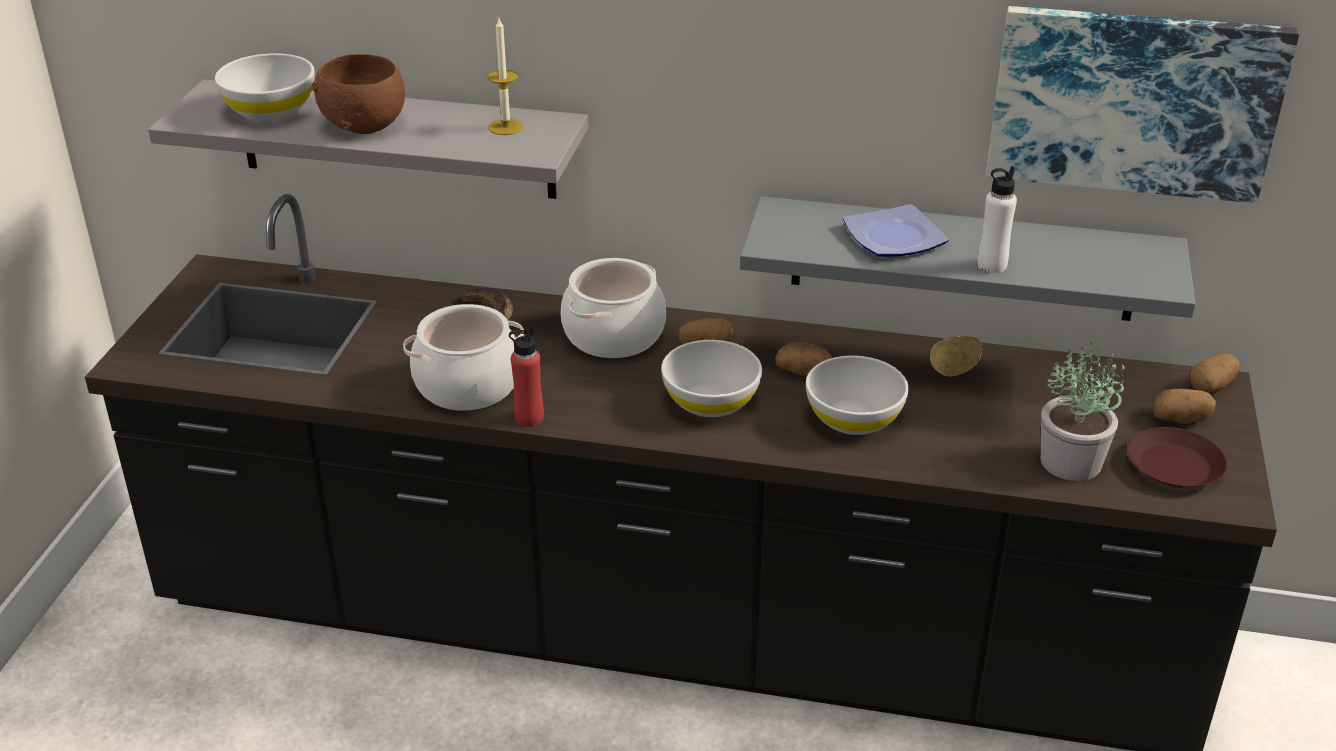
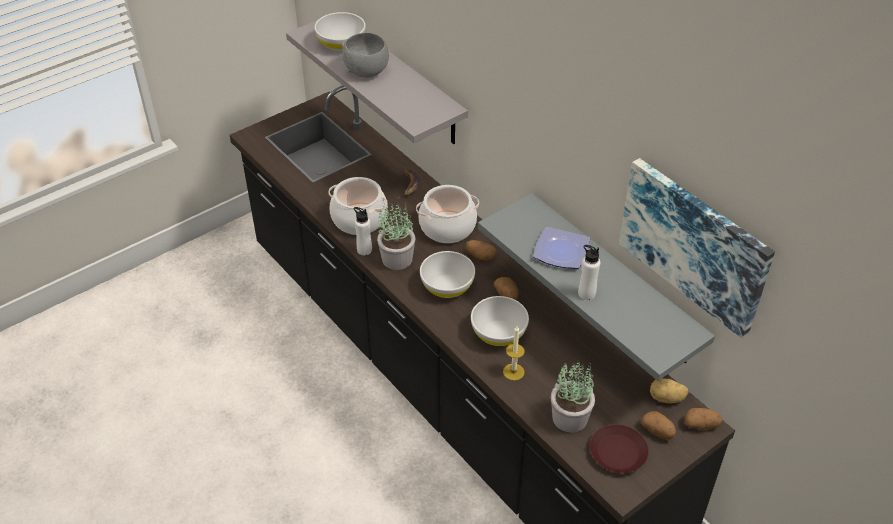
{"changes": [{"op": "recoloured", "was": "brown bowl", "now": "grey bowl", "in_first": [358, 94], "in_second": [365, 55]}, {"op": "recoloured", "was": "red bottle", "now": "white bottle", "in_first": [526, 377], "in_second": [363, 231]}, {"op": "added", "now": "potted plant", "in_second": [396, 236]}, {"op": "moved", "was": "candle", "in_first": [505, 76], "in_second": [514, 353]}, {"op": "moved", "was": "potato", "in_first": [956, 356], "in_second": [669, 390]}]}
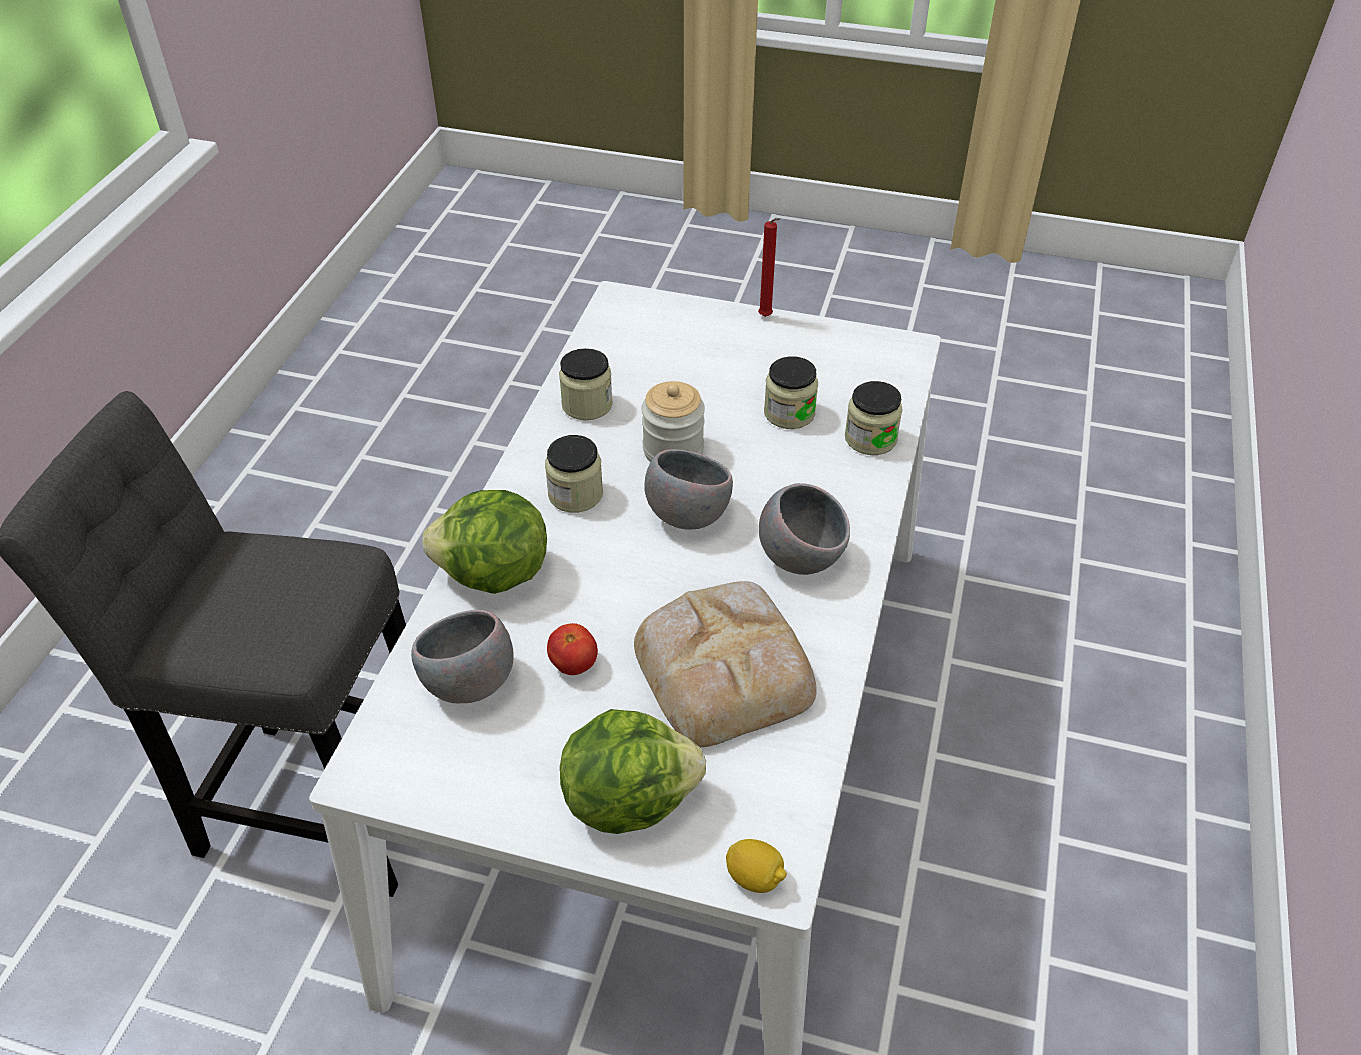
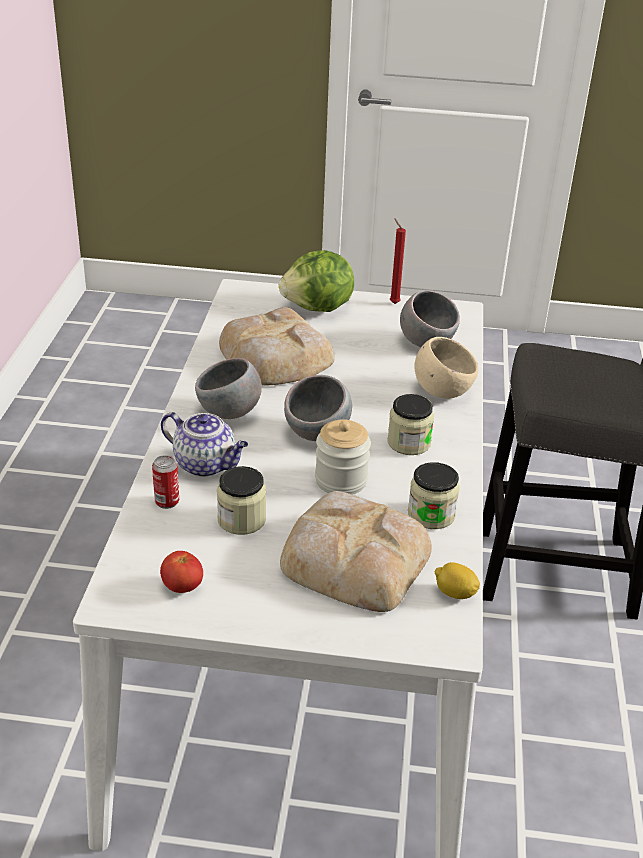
{"changes": [{"op": "replaced", "was": "jar", "now": "can", "in_first": [874, 418], "in_second": [165, 482]}, {"op": "moved", "was": "tomato", "in_first": [572, 649], "in_second": [181, 572]}, {"op": "added", "now": "teapot", "in_second": [204, 444]}, {"op": "added", "now": "bread", "in_second": [356, 551]}, {"op": "moved", "was": "red candle", "in_first": [769, 267], "in_second": [398, 261]}, {"op": "replaced", "was": "lettuce", "now": "beige bowl", "in_first": [484, 542], "in_second": [446, 368]}, {"op": "moved", "was": "lemon", "in_first": [756, 866], "in_second": [457, 580]}]}
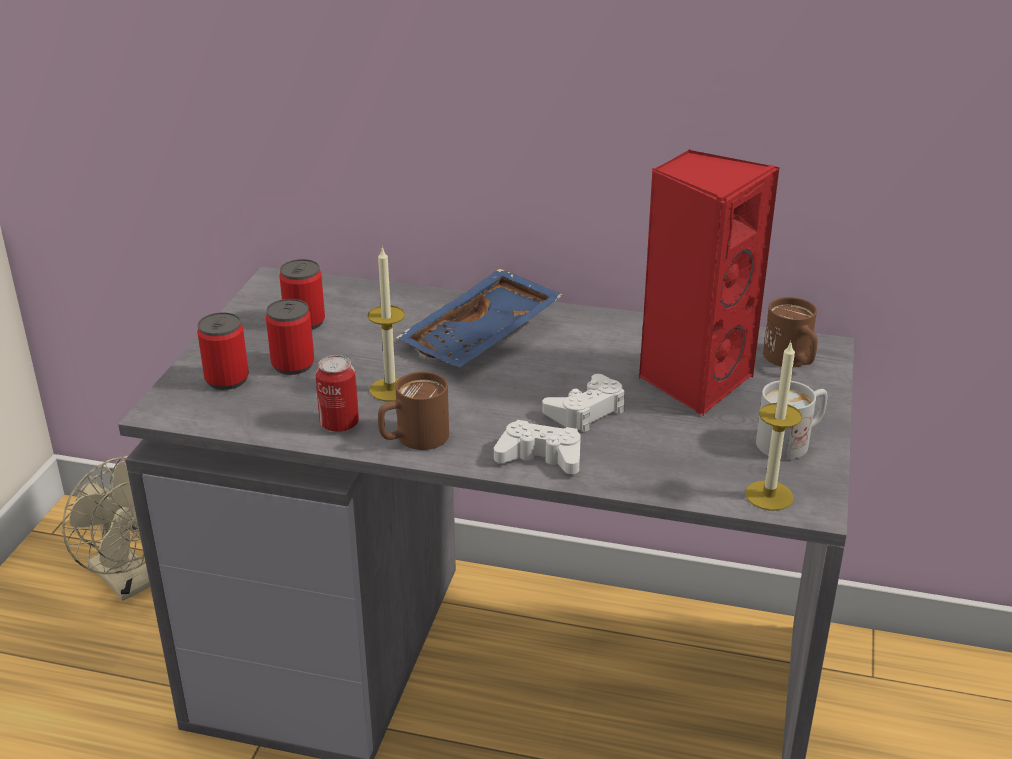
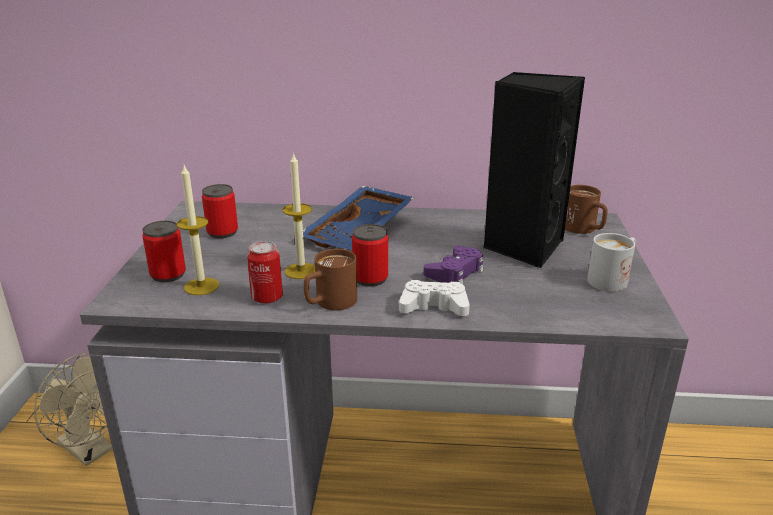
{"changes": [{"op": "moved", "was": "candle", "in_first": [773, 426], "in_second": [198, 230]}, {"op": "moved", "was": "can", "in_first": [290, 337], "in_second": [370, 255]}, {"op": "recoloured", "was": "white game controller", "now": "purple game controller", "in_first": [583, 403], "in_second": [453, 265]}, {"op": "recoloured", "was": "red speaker", "now": "black speaker", "in_first": [708, 282], "in_second": [534, 170]}]}
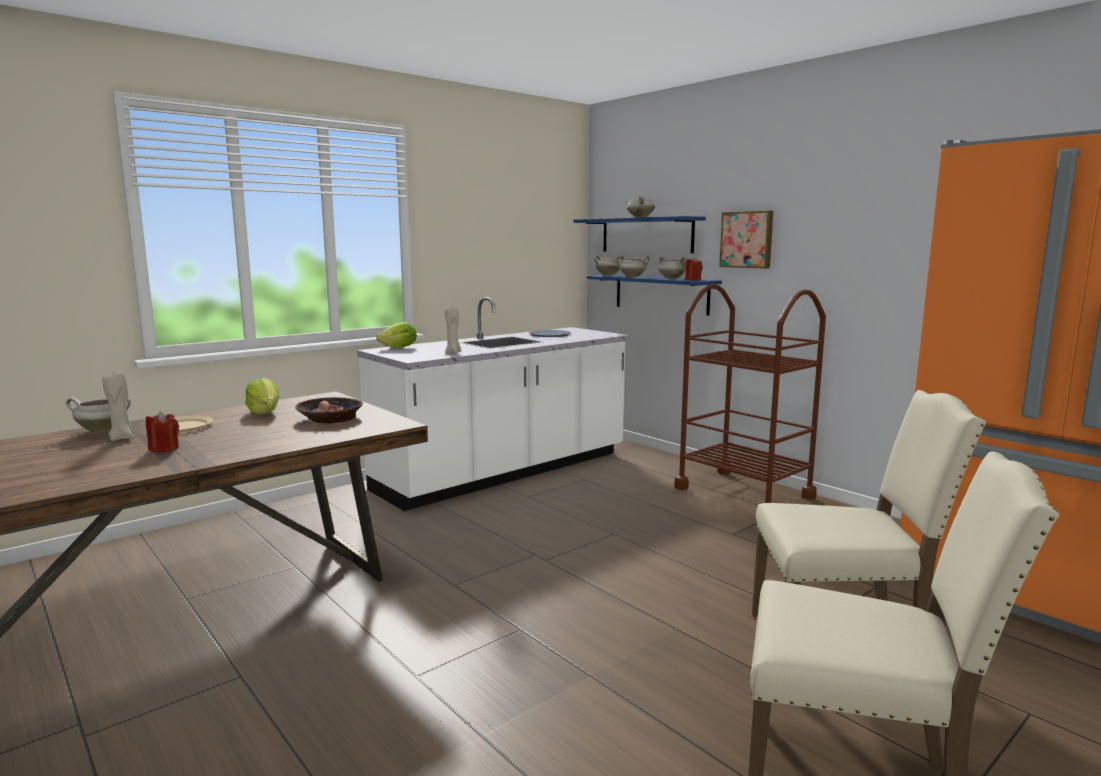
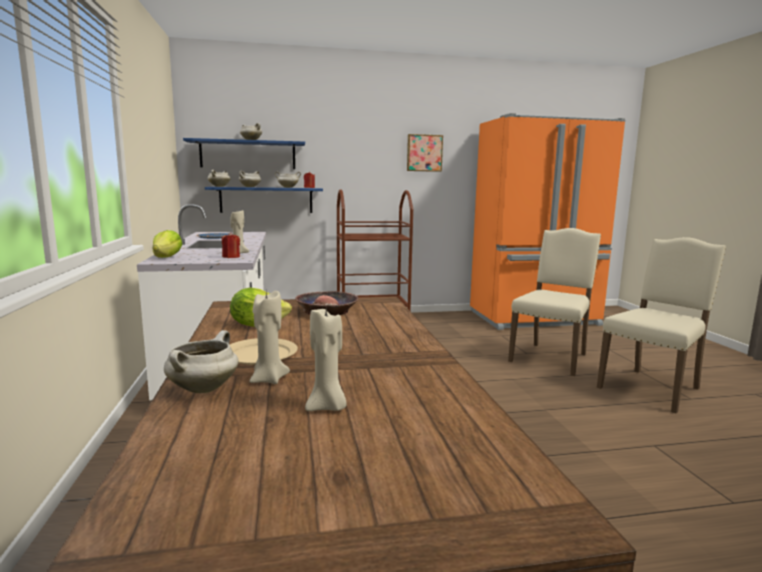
{"changes": [{"op": "moved", "was": "red candle", "in_first": [162, 432], "in_second": [231, 245]}, {"op": "added", "now": "beige candle", "in_second": [326, 359]}, {"op": "moved", "was": "picture", "in_first": [746, 240], "in_second": [425, 153]}]}
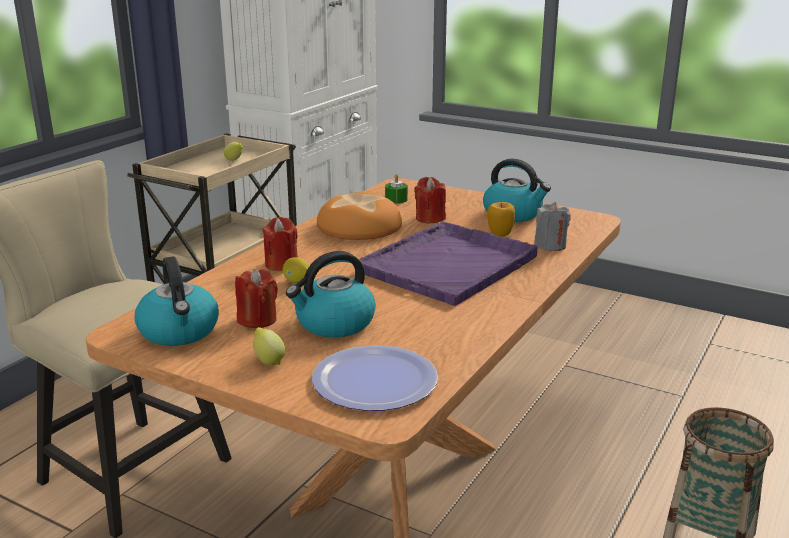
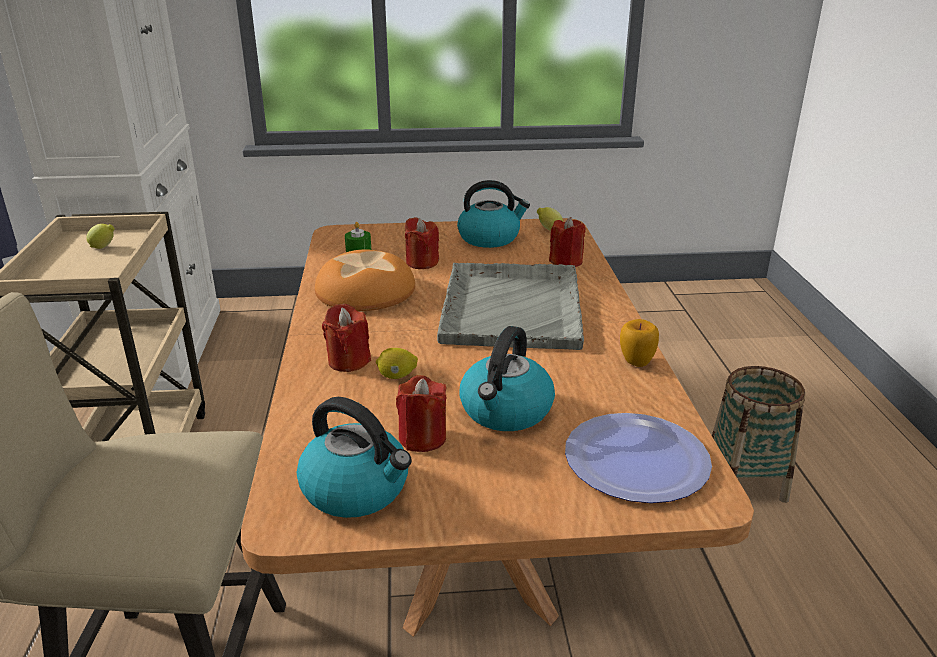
{"changes": [{"op": "recoloured", "was": "purple tray", "now": "grey tray", "in_first": [448, 263], "in_second": [510, 306]}, {"op": "moved", "was": "lemon", "in_first": [269, 346], "in_second": [550, 219]}, {"op": "recoloured", "was": "grey candle", "now": "red candle", "in_first": [552, 226], "in_second": [567, 242]}, {"op": "moved", "was": "apple", "in_first": [501, 219], "in_second": [639, 343]}]}
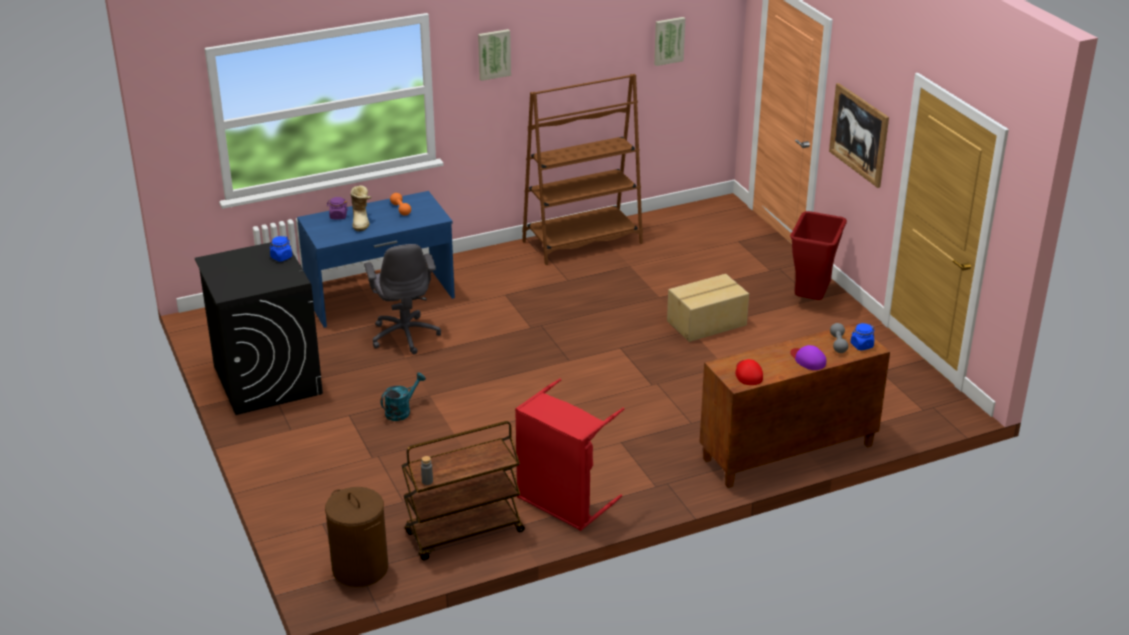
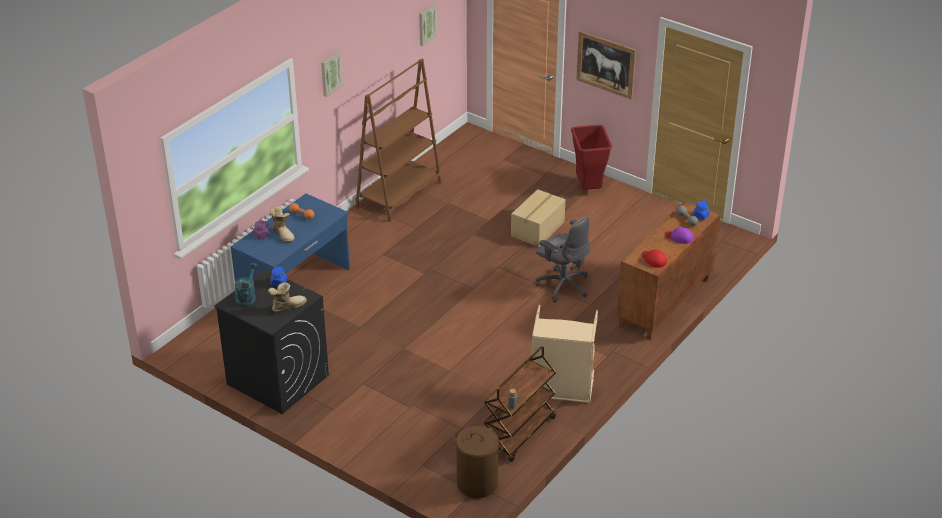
{"changes": [{"op": "moved", "was": "turquoise watering can", "in_first": [403, 396], "in_second": [246, 285]}, {"op": "added", "now": "boot", "in_second": [287, 297]}, {"op": "recoloured", "was": "red laundry basket", "now": "beige laundry basket", "in_first": [569, 454], "in_second": [564, 354]}, {"op": "moved", "was": "grey office chair", "in_first": [402, 299], "in_second": [562, 259]}]}
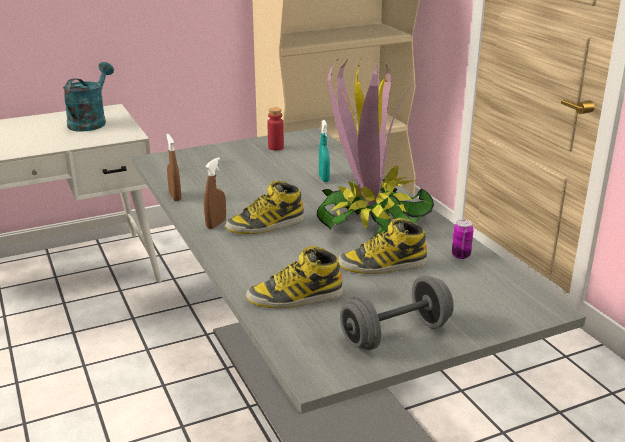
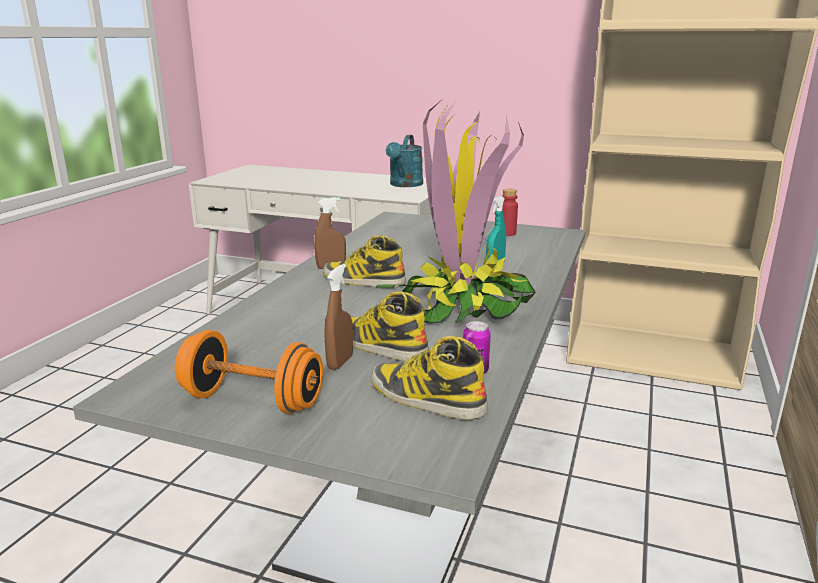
{"changes": [{"op": "recoloured", "was": "grey dumbbell", "now": "orange dumbbell", "in_first": [397, 312], "in_second": [249, 372]}, {"op": "moved", "was": "brown spray bottle", "in_first": [173, 167], "in_second": [338, 317]}, {"op": "moved", "was": "boot", "in_first": [294, 277], "in_second": [429, 378]}, {"op": "turned", "was": "turquoise watering can", "in_first": [88, 97], "in_second": [404, 161], "clockwise": 135}]}
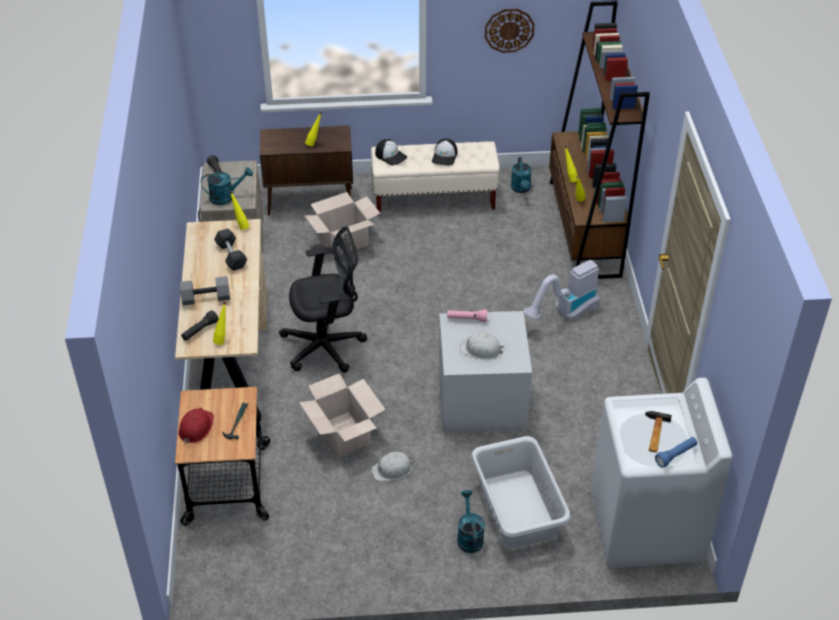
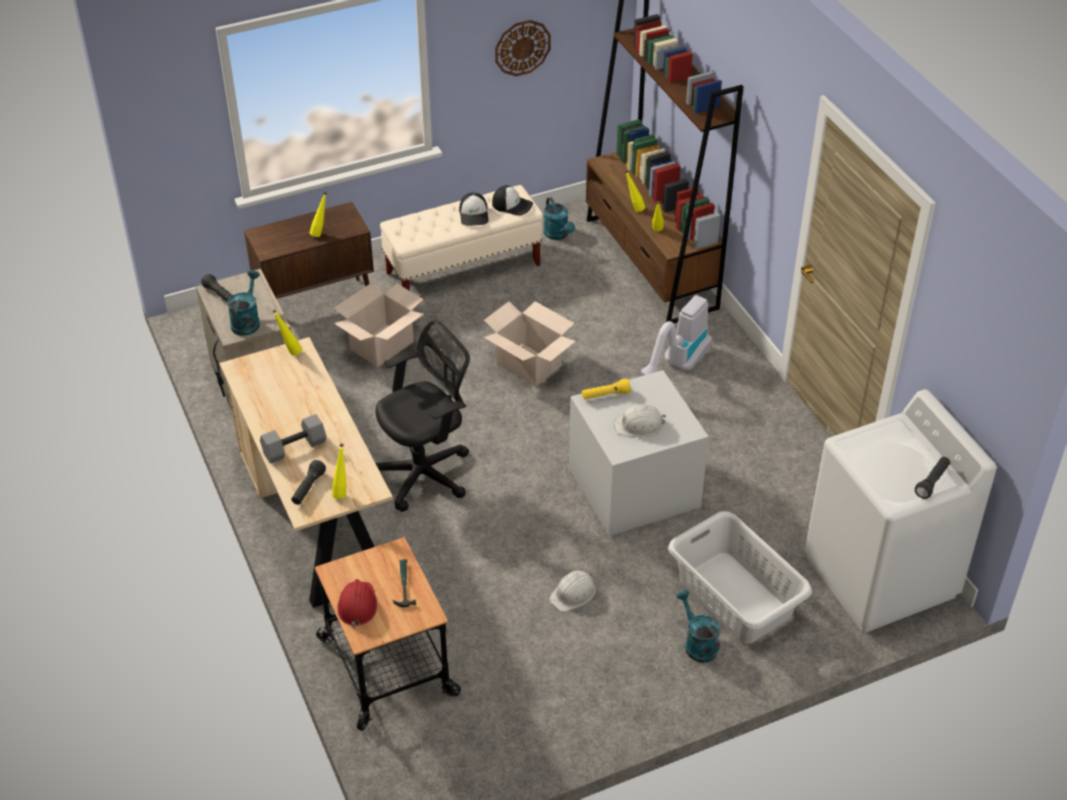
{"changes": [{"op": "turned", "was": "turquoise watering can", "in_first": [227, 186], "in_second": [243, 303], "clockwise": -45}, {"op": "moved", "was": "cardboard box", "in_first": [342, 415], "in_second": [530, 344]}, {"op": "moved", "was": "cap", "in_first": [391, 152], "in_second": [512, 200]}, {"op": "recoloured", "was": "pink flashlight", "now": "yellow flashlight", "in_first": [467, 316], "in_second": [606, 388]}, {"op": "recoloured", "was": "blue flashlight", "now": "black flashlight", "in_first": [676, 452], "in_second": [932, 478]}, {"op": "removed", "was": "grey dumbbell", "in_first": [230, 249]}, {"op": "removed", "was": "hammer", "in_first": [658, 431]}]}
